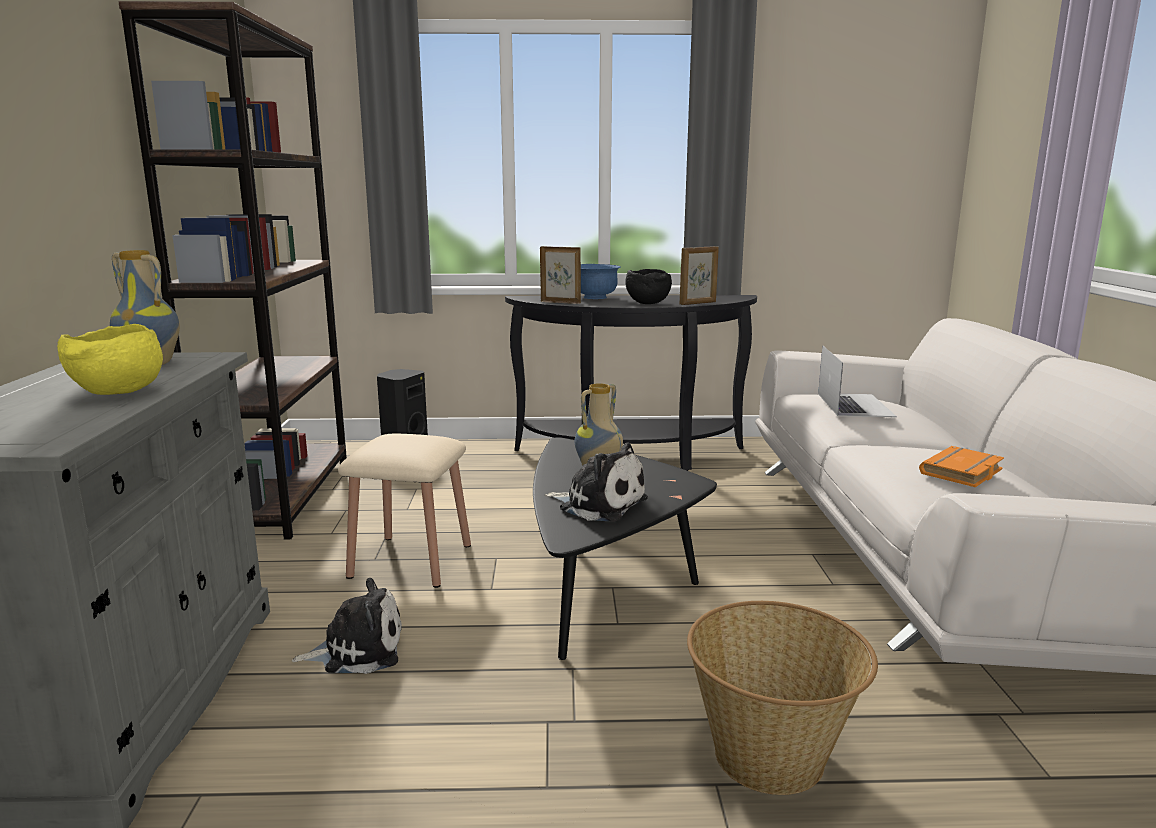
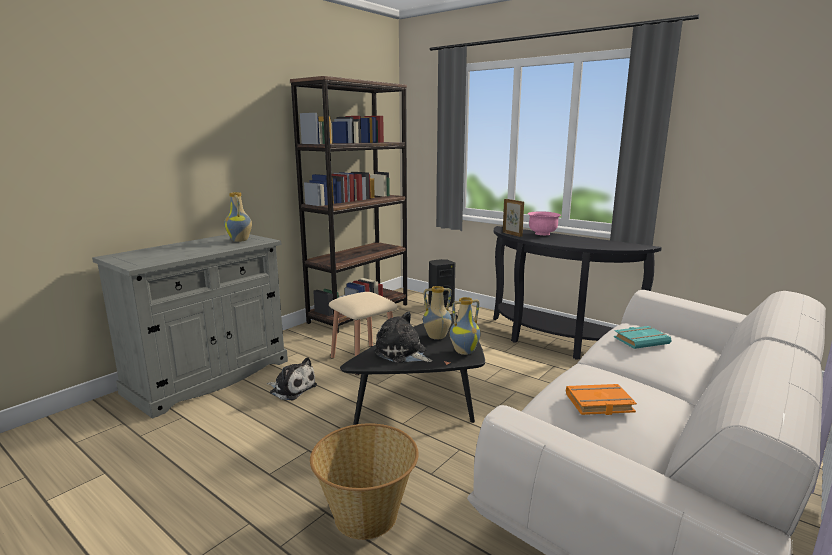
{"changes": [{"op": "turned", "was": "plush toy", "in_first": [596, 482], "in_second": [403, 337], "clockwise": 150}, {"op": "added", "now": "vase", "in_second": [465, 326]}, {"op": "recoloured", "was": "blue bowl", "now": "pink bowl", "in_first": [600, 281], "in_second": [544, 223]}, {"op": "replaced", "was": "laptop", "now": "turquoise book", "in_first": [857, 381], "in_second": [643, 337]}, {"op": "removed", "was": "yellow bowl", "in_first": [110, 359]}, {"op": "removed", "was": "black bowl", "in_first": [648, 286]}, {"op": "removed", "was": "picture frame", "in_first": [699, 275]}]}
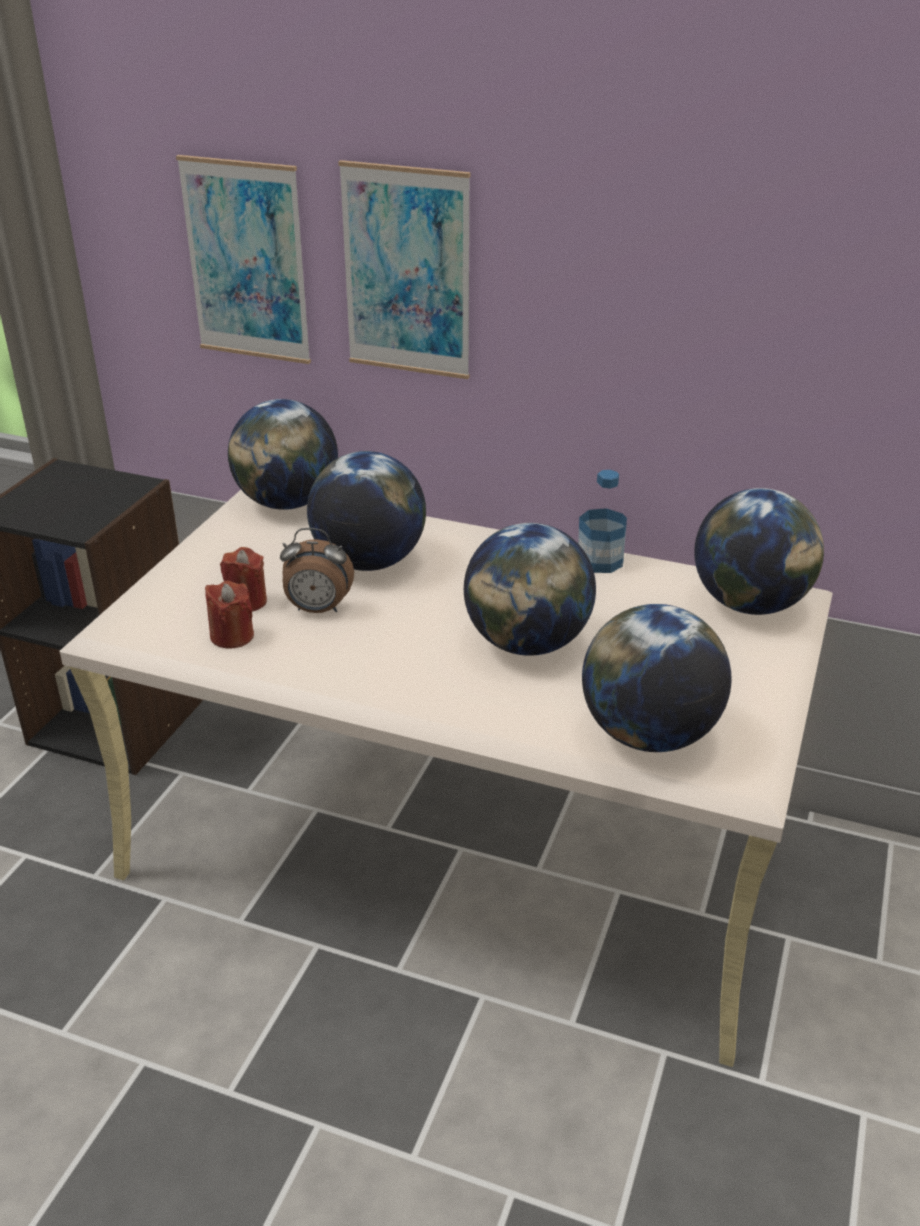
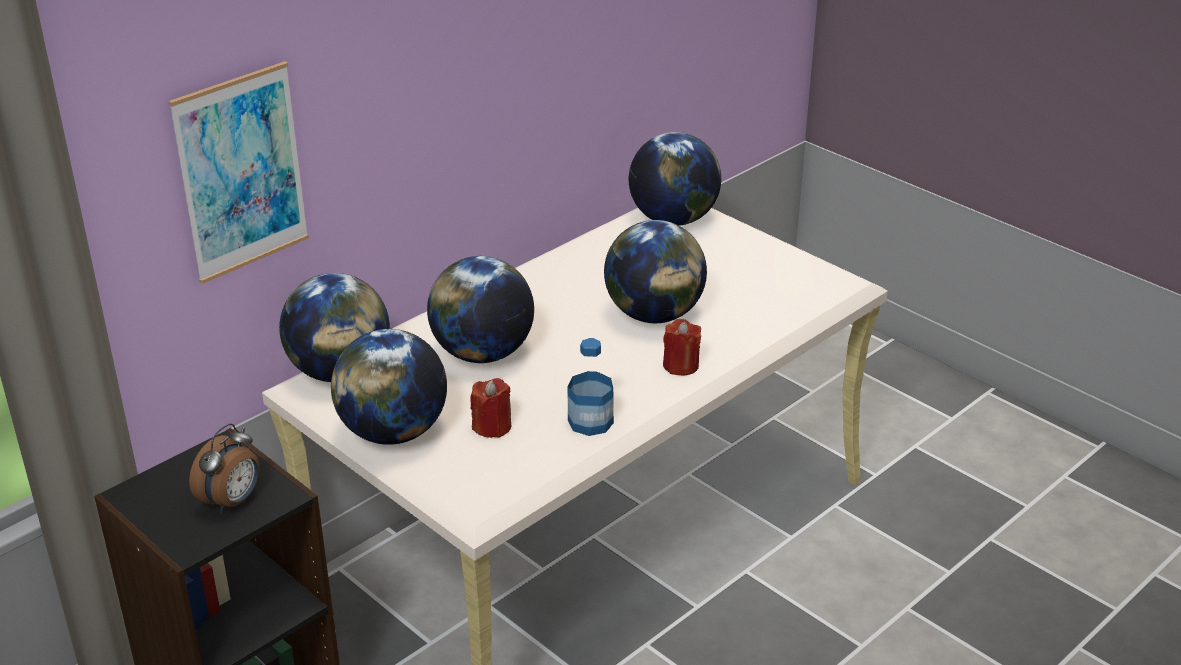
{"changes": [{"op": "moved", "was": "alarm clock", "in_first": [317, 570], "in_second": [224, 468]}, {"op": "moved", "was": "globe", "in_first": [656, 678], "in_second": [389, 387]}, {"op": "moved", "was": "bottle", "in_first": [602, 521], "in_second": [590, 387]}, {"op": "moved", "was": "red candle", "in_first": [229, 614], "in_second": [682, 347]}, {"op": "removed", "was": "picture", "in_first": [404, 269]}]}
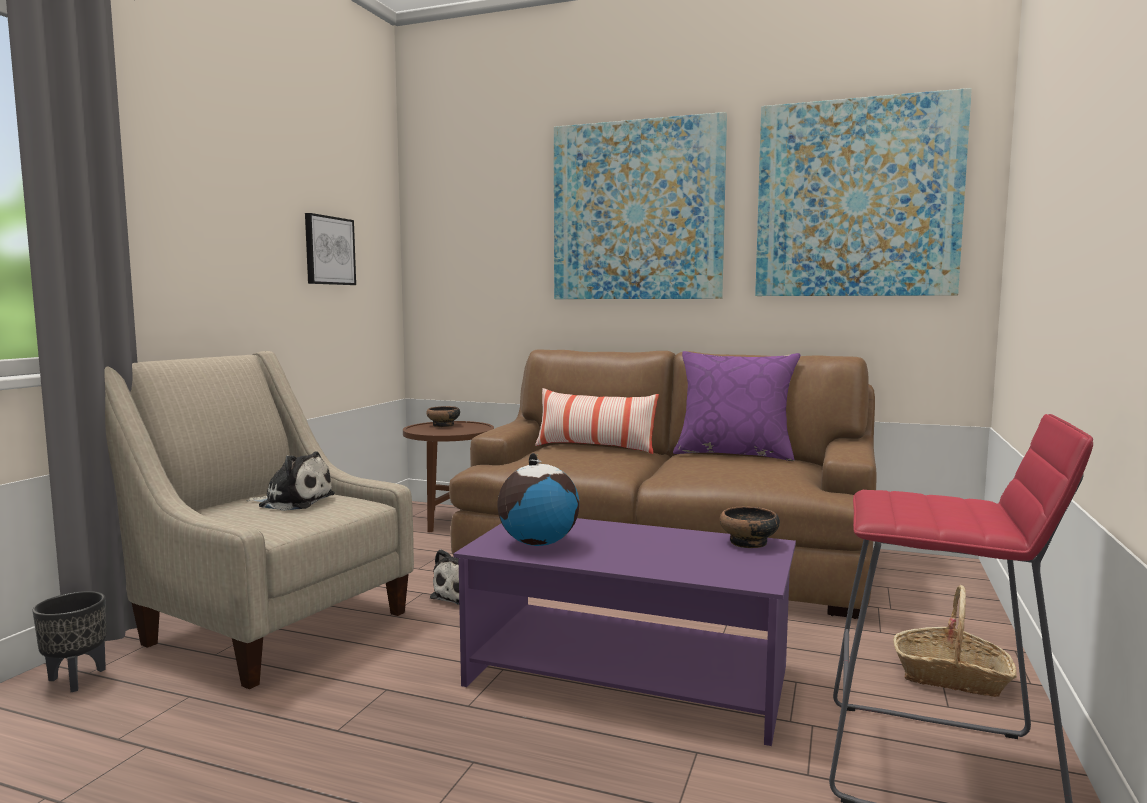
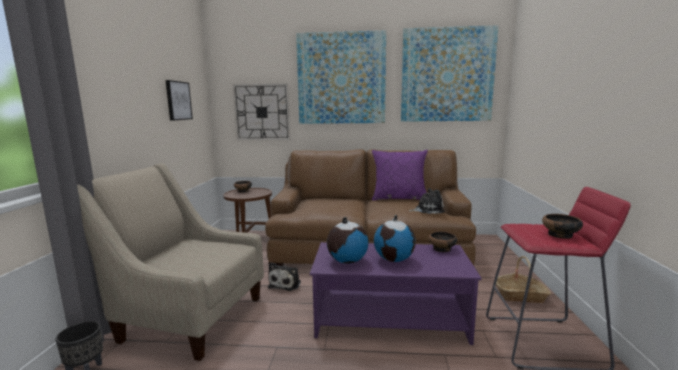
{"changes": [{"op": "added", "now": "wall clock", "in_second": [261, 111]}, {"op": "added", "now": "globe", "in_second": [395, 238]}, {"op": "moved", "was": "plush toy", "in_first": [290, 481], "in_second": [427, 201]}, {"op": "added", "now": "bowl", "in_second": [562, 226]}, {"op": "removed", "was": "pillow", "in_first": [597, 421]}]}
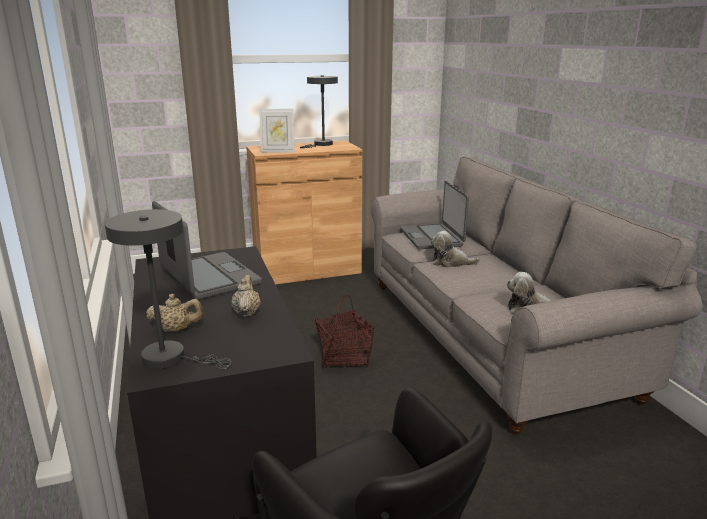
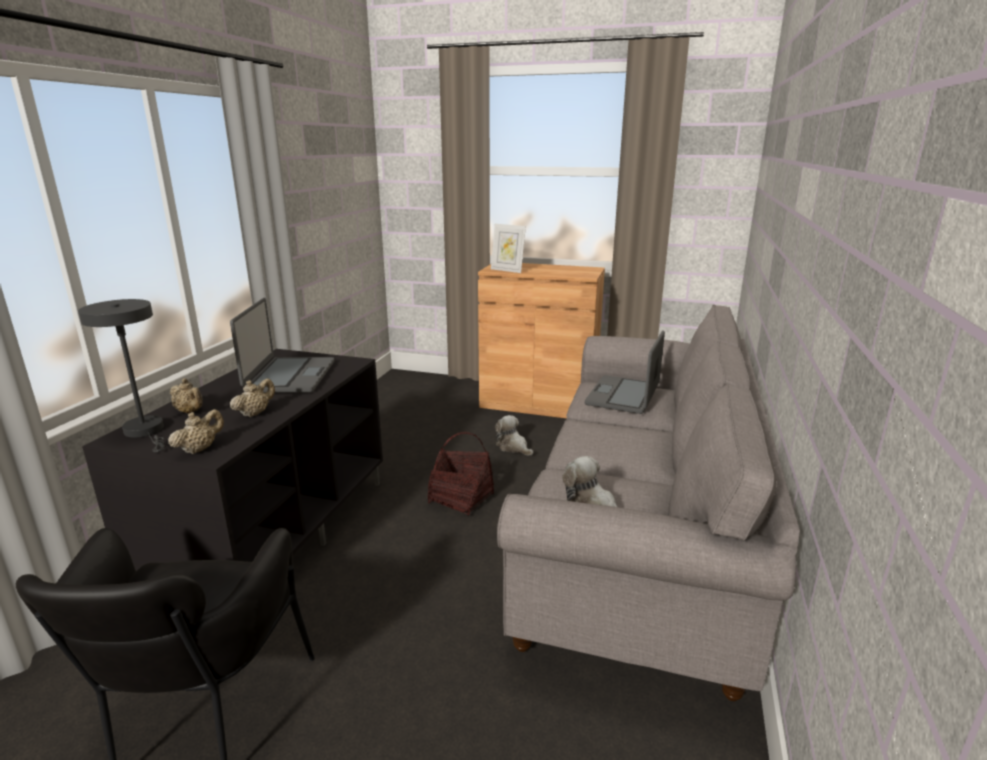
{"changes": [{"op": "added", "now": "beige teapot", "in_second": [196, 431]}, {"op": "moved", "was": "plush toy", "in_first": [455, 249], "in_second": [514, 435]}, {"op": "removed", "was": "grey table lamp", "in_first": [319, 111]}]}
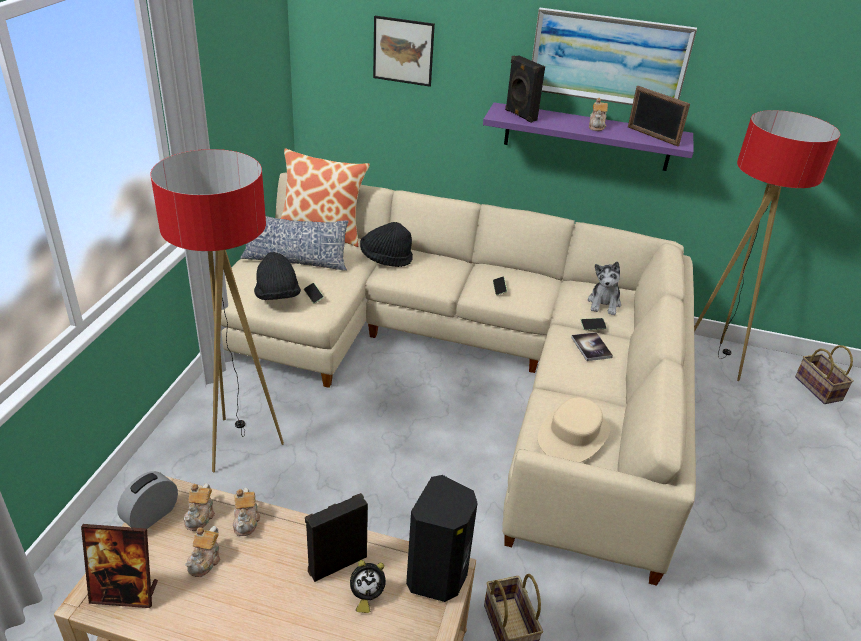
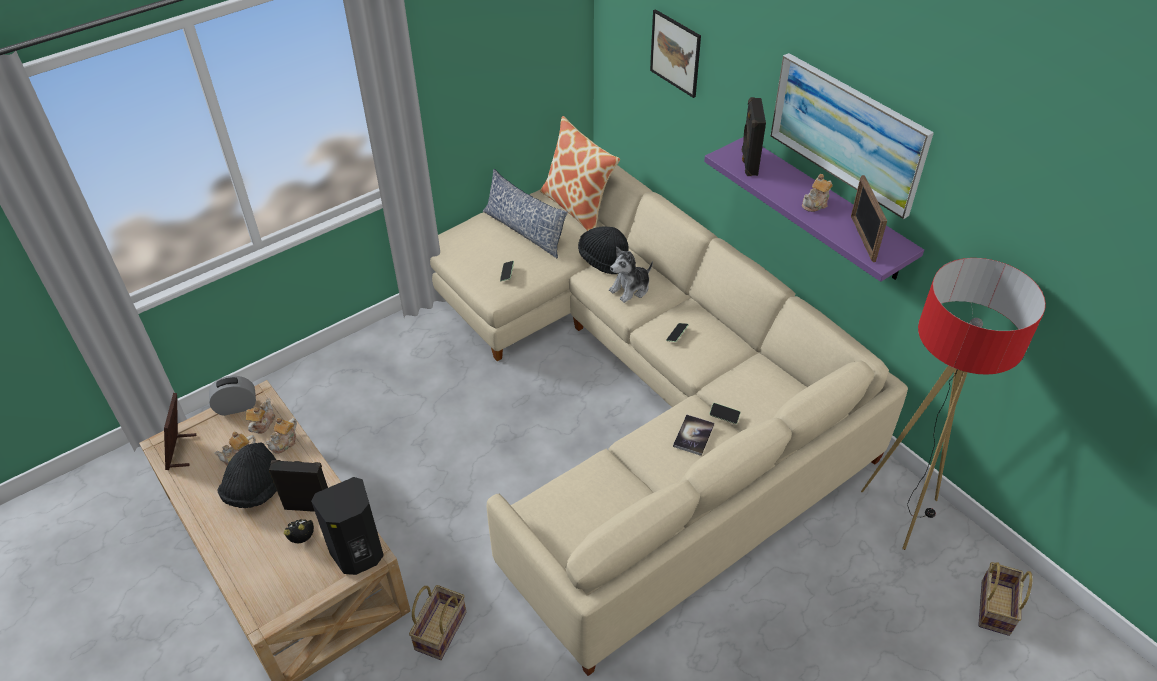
{"changes": [{"op": "turned", "was": "picture frame", "in_first": [119, 566], "in_second": [180, 431], "clockwise": 45}, {"op": "moved", "was": "black hat", "in_first": [277, 276], "in_second": [247, 475]}, {"op": "turned", "was": "teapot", "in_first": [199, 507], "in_second": [260, 416], "clockwise": 150}, {"op": "turned", "was": "alarm clock", "in_first": [368, 586], "in_second": [299, 531], "clockwise": 135}, {"op": "moved", "was": "plush toy", "in_first": [604, 288], "in_second": [631, 275]}, {"op": "removed", "was": "floor lamp", "in_first": [217, 310]}, {"op": "removed", "was": "beige hat", "in_first": [574, 430]}]}
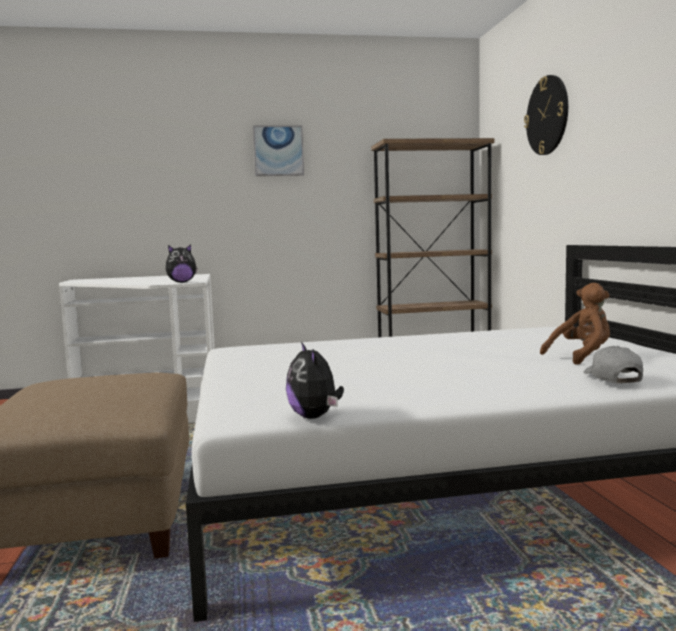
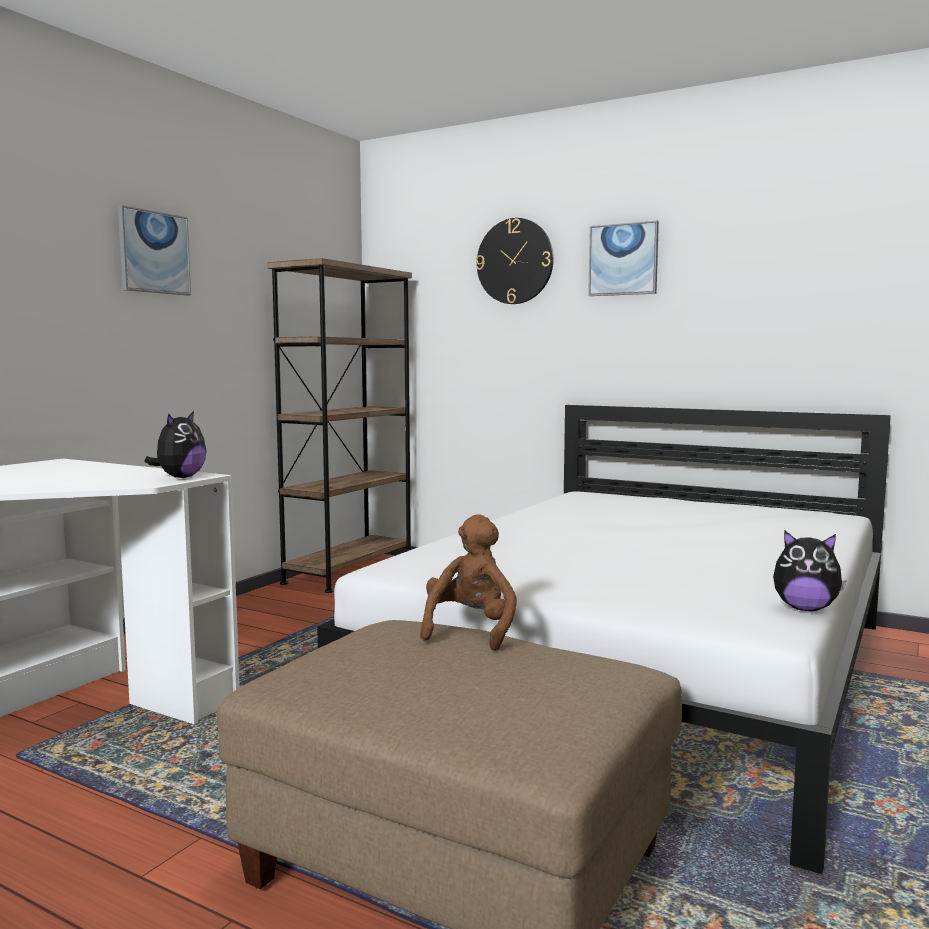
{"changes": [{"op": "moved", "was": "brown plush toy", "in_first": [575, 324], "in_second": [468, 582]}, {"op": "added", "now": "picture", "in_second": [623, 258]}, {"op": "removed", "was": "grey cap", "in_first": [613, 364]}]}
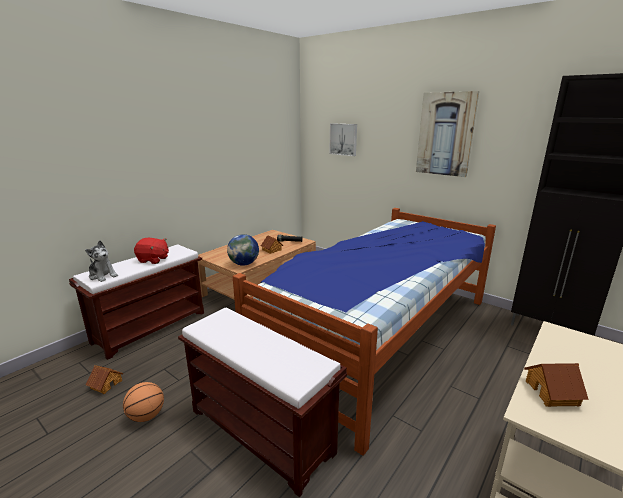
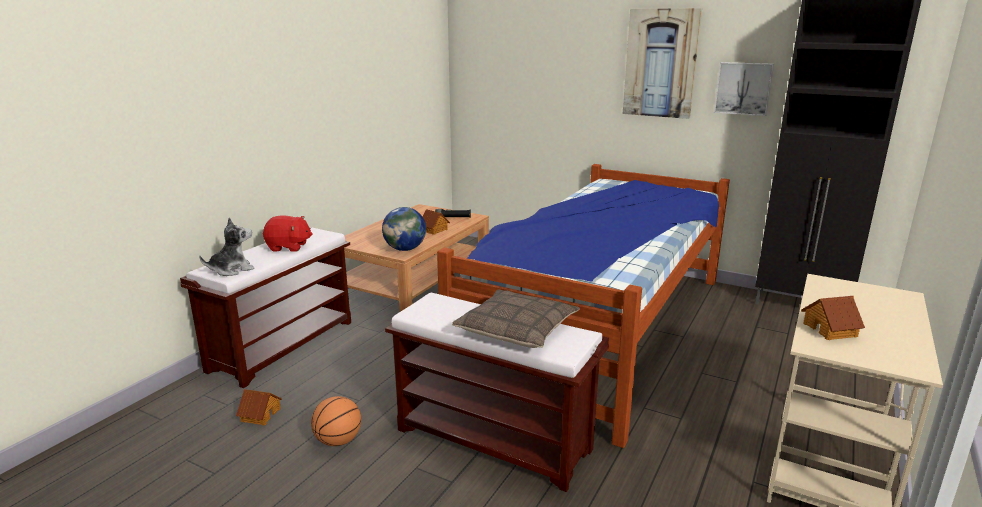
{"changes": [{"op": "turned", "was": "plush toy", "in_first": [101, 261], "in_second": [227, 246], "clockwise": -60}, {"op": "added", "now": "pillow", "in_second": [516, 319]}, {"op": "moved", "was": "picture", "in_first": [343, 139], "in_second": [744, 89]}]}
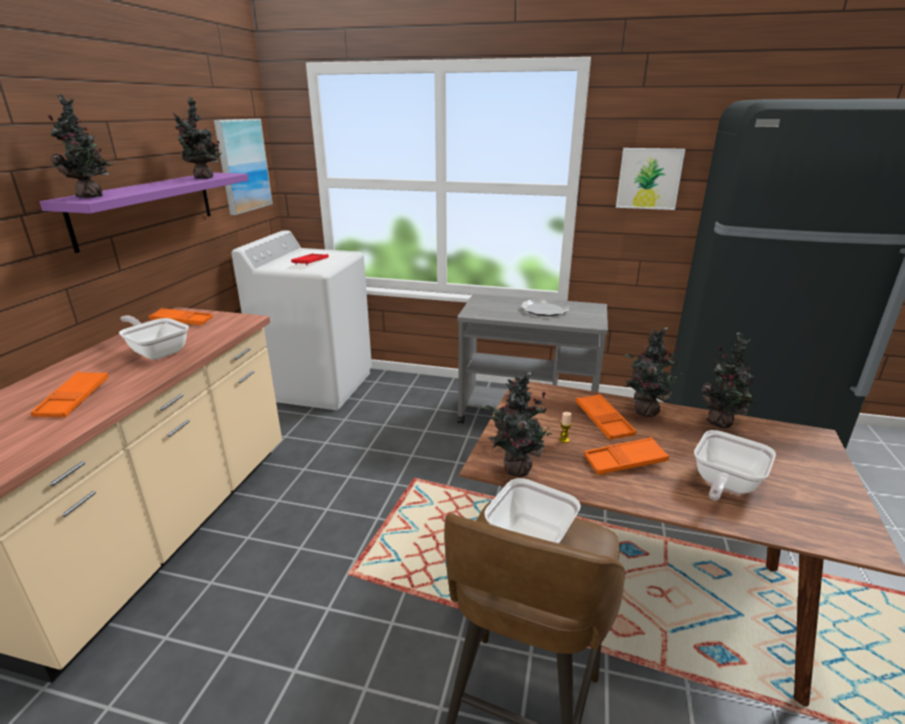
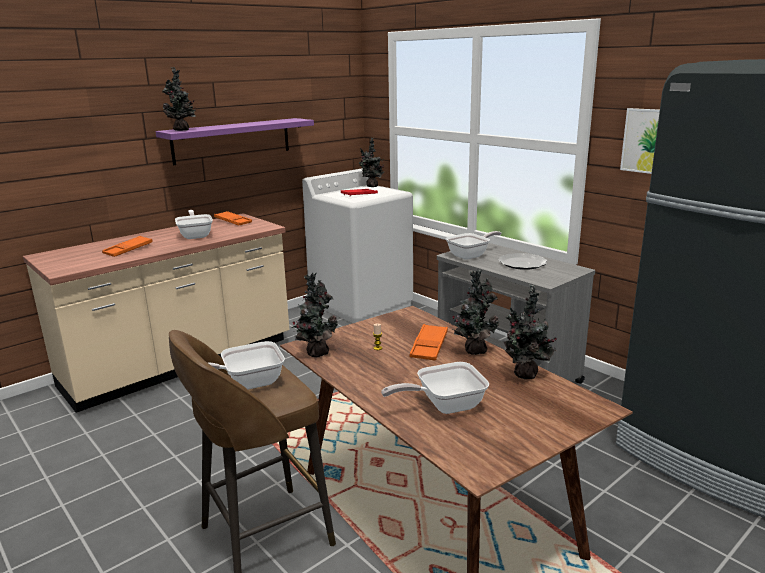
{"changes": [{"op": "moved", "was": "potted plant", "in_first": [197, 138], "in_second": [371, 162]}, {"op": "added", "now": "frying pan", "in_second": [473, 245]}, {"op": "removed", "was": "picture", "in_first": [243, 167]}, {"op": "removed", "was": "orange tray", "in_first": [626, 456]}]}
